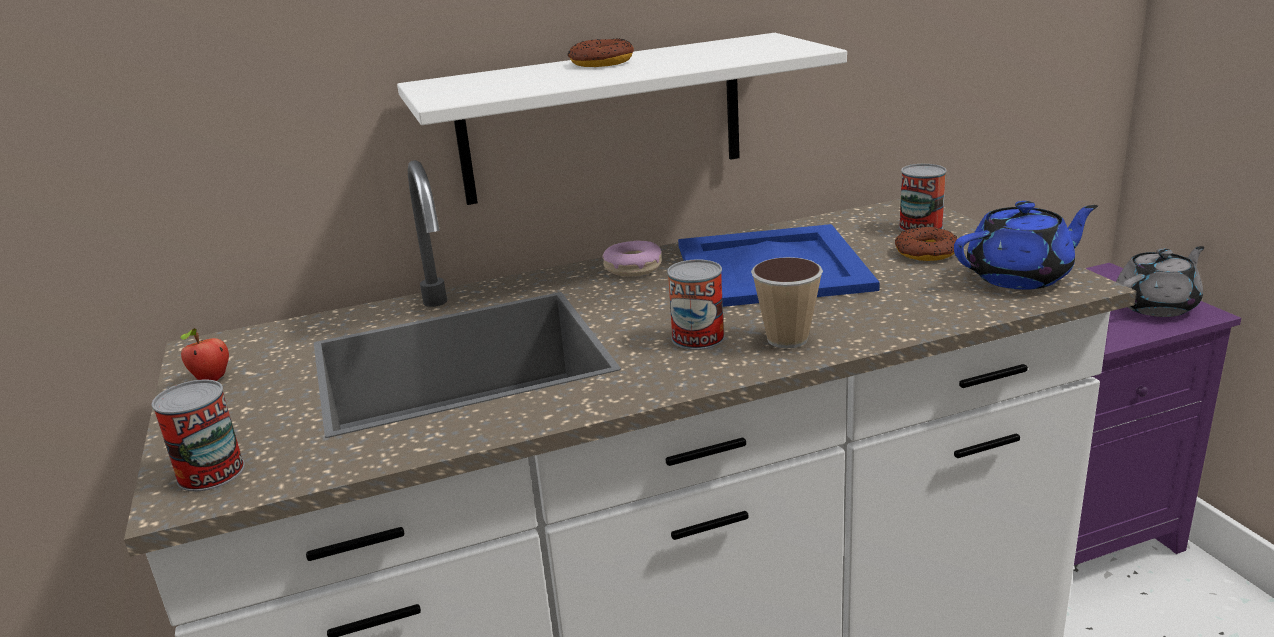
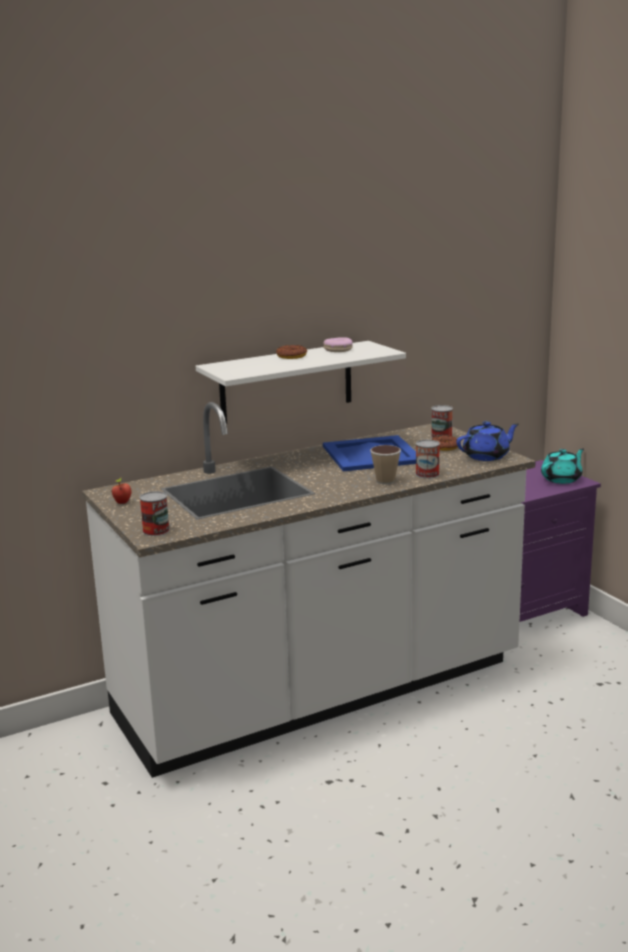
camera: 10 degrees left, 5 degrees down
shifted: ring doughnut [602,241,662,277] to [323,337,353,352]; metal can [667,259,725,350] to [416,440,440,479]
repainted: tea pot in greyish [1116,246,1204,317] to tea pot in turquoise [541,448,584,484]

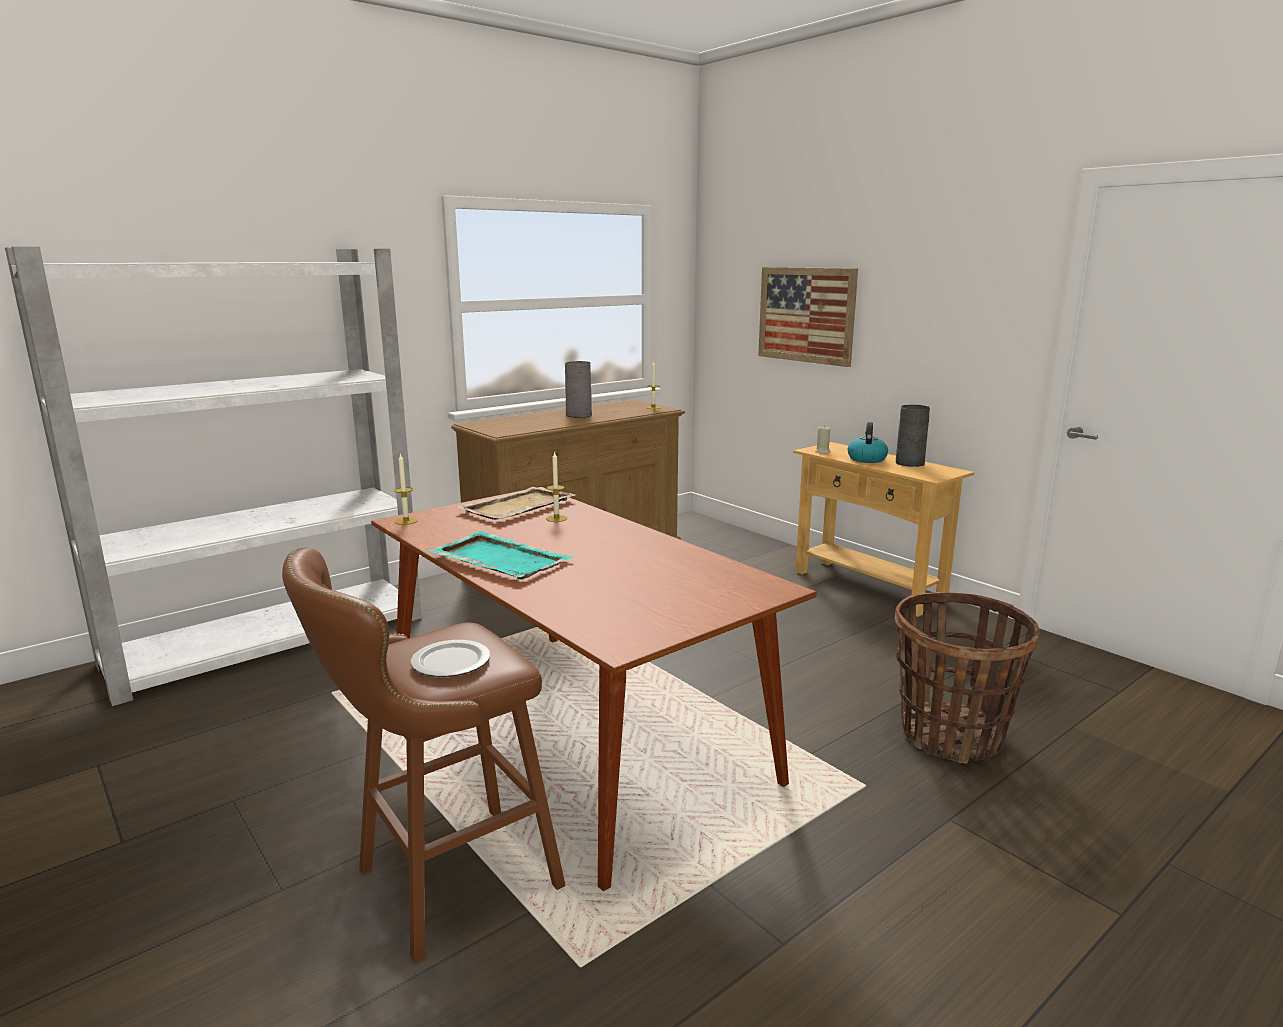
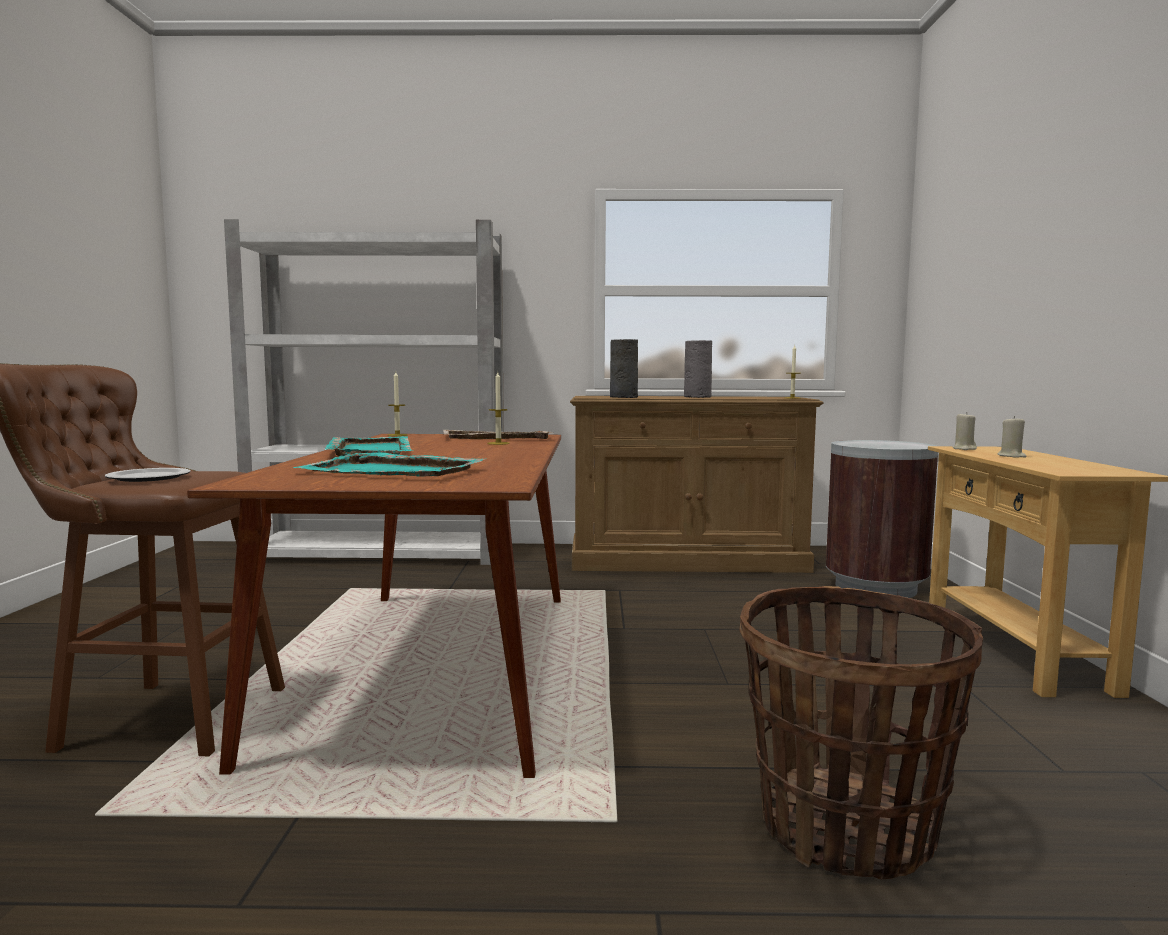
camera: 40 degrees right, 10 degrees down
gone: wall picture [758,267,858,367]
new: carrying tray in turquoise [293,453,485,476]; rubbish bin in brown-coloured [826,440,938,598]
shifted: flower vase in greyish [896,405,930,467] to [610,339,638,398]
swapped: kettle [848,422,888,463] to wax candle in beige [998,416,1027,458]

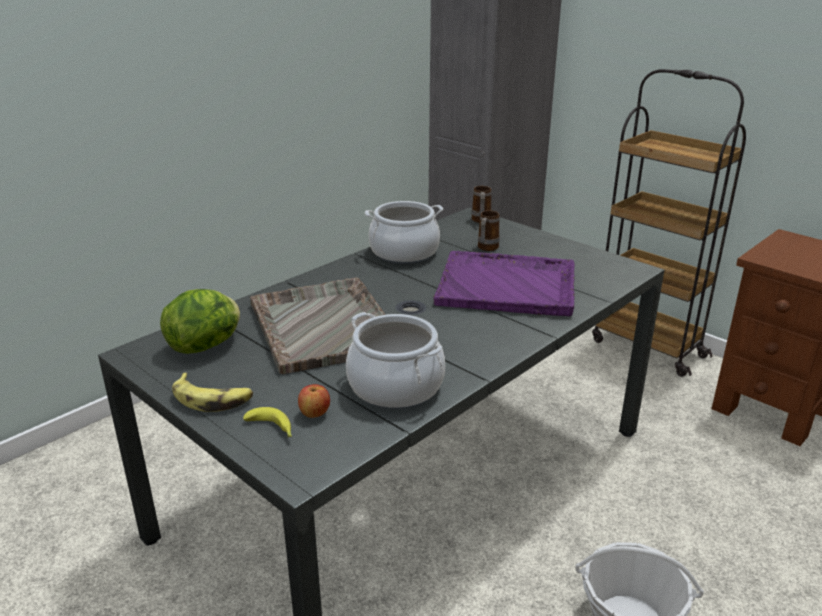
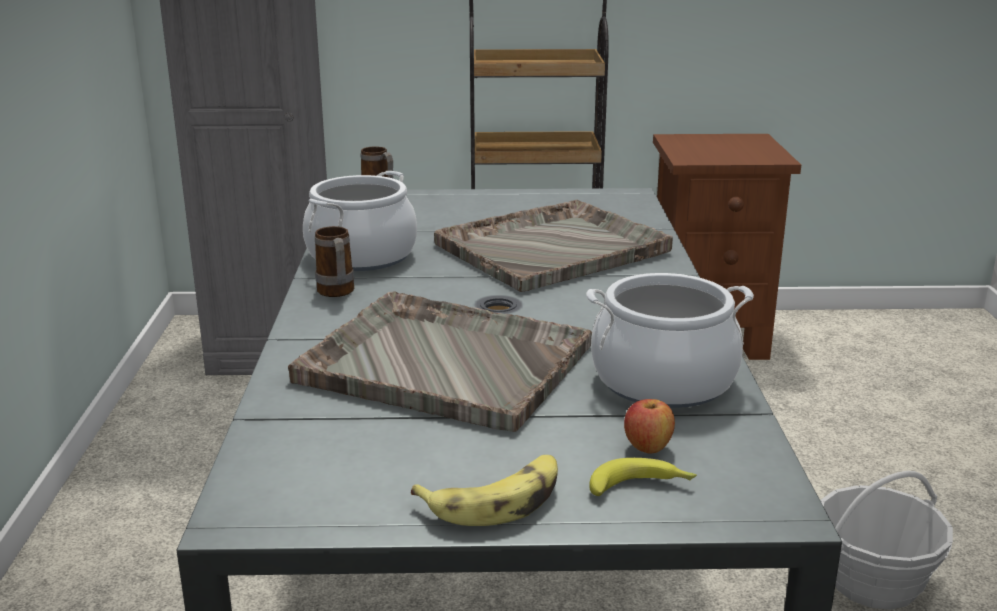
camera: 45 degrees left, 5 degrees down
gone: lettuce [160,289,240,354]
shifted: mug [478,211,500,251] to [315,226,354,297]
repainted: carrying tray in purplish [433,251,575,316] to carrying tray in greyish [434,200,673,292]

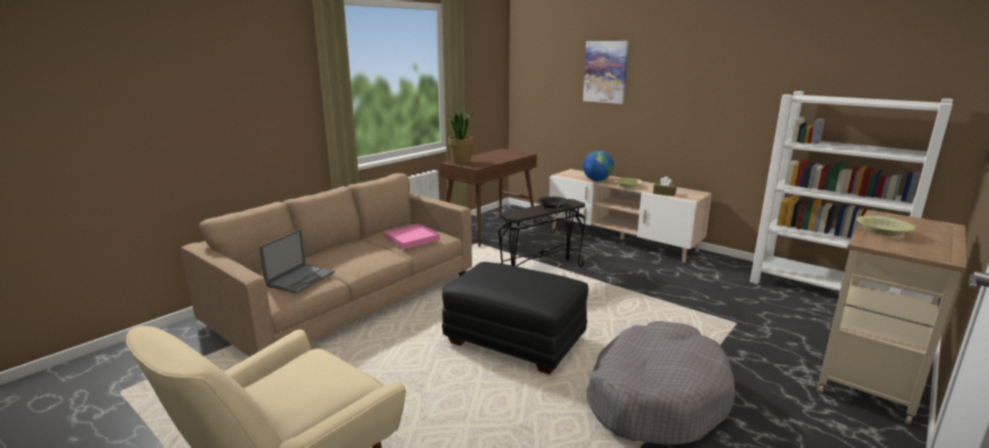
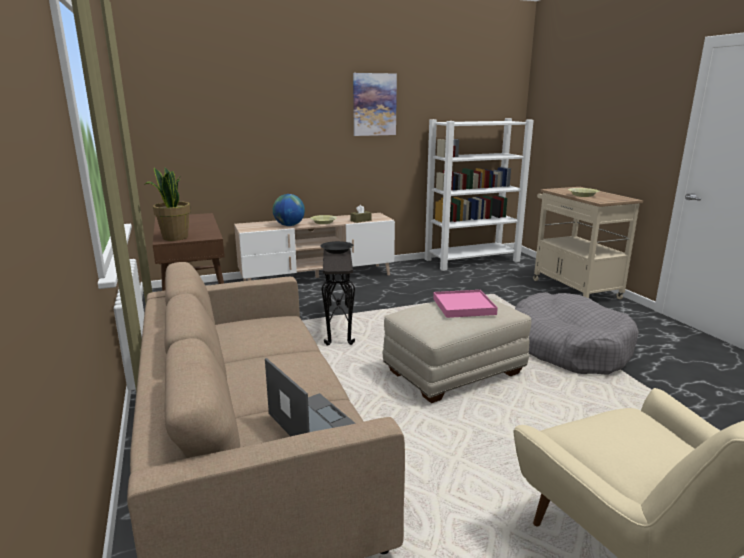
camera: 60 degrees left, 0 degrees up
shifted: wall picture [583,41,629,104] to [353,73,397,136]; carrying tray in pink [384,224,440,249] to [433,290,498,318]
repainted: pouffe in blackish [442,262,588,375] to pouffe in beige [383,297,531,403]

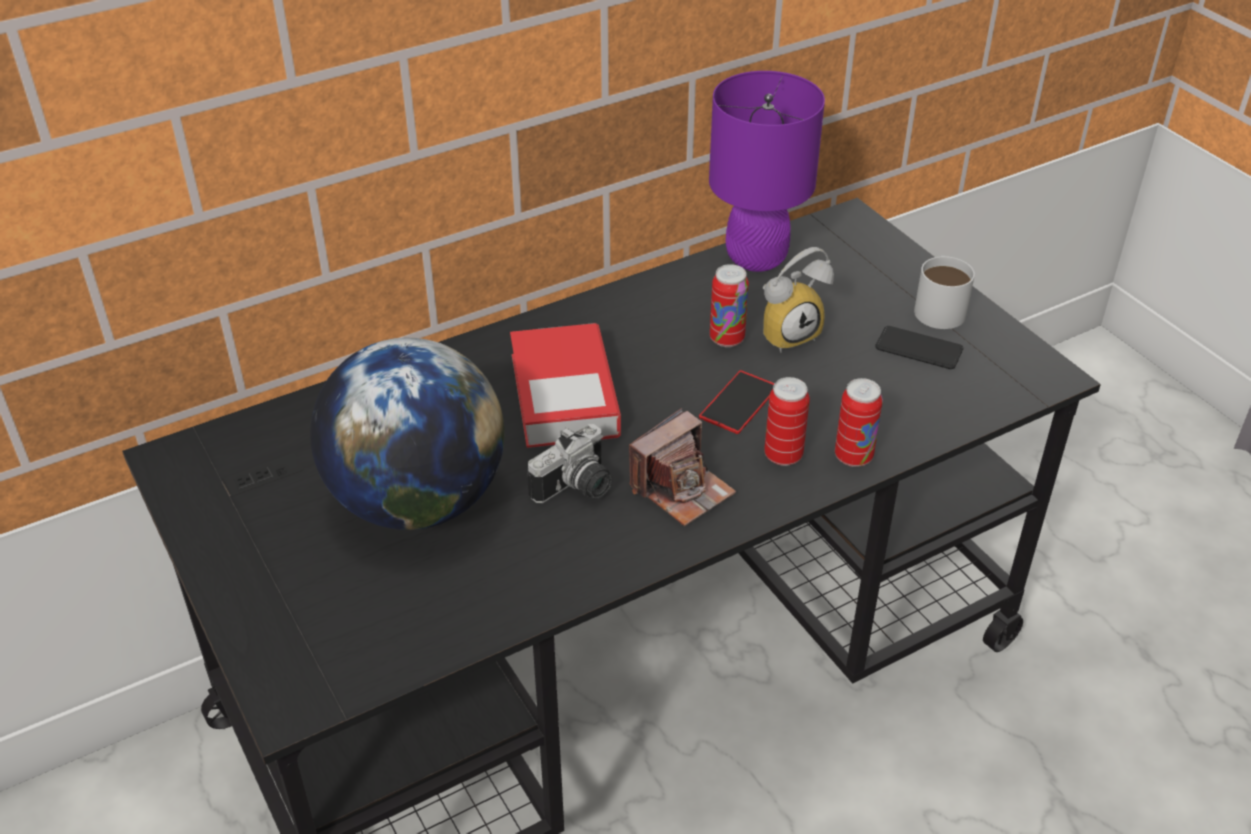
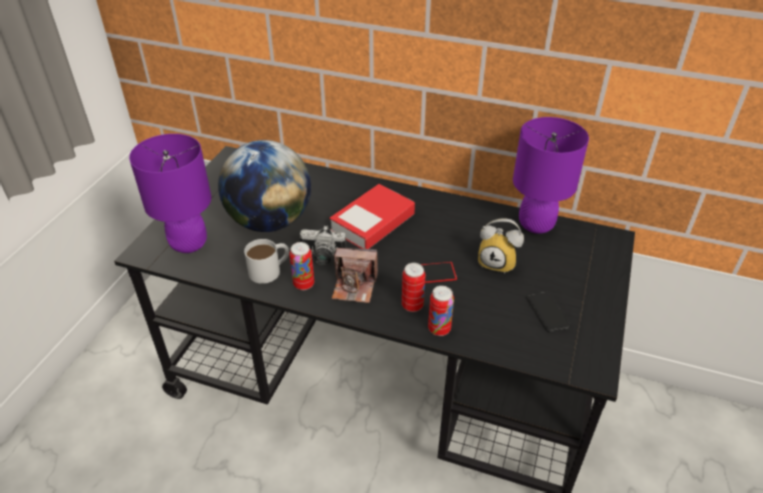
camera: 50 degrees right, 0 degrees up
new: table lamp in purplish [129,134,211,253]
shifted: mug in whitish [914,255,975,329] to [244,239,289,284]; metal can [710,264,749,347] to [289,242,314,290]

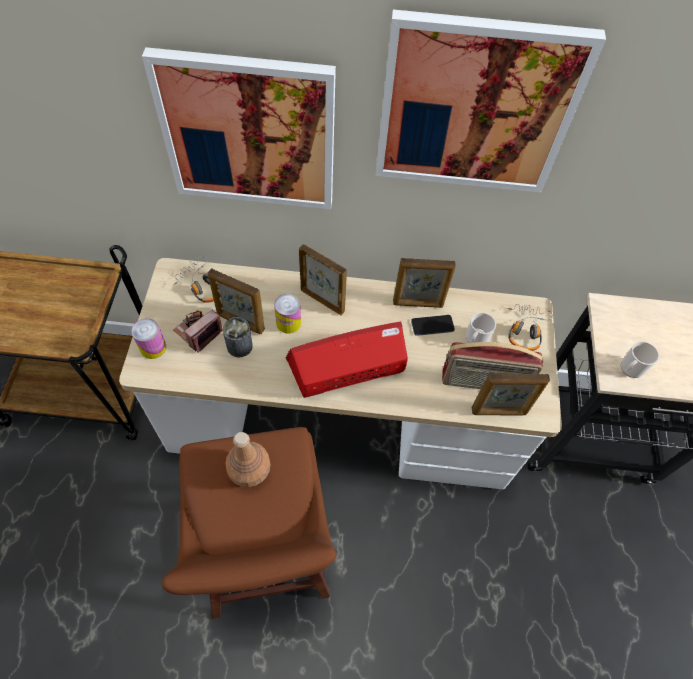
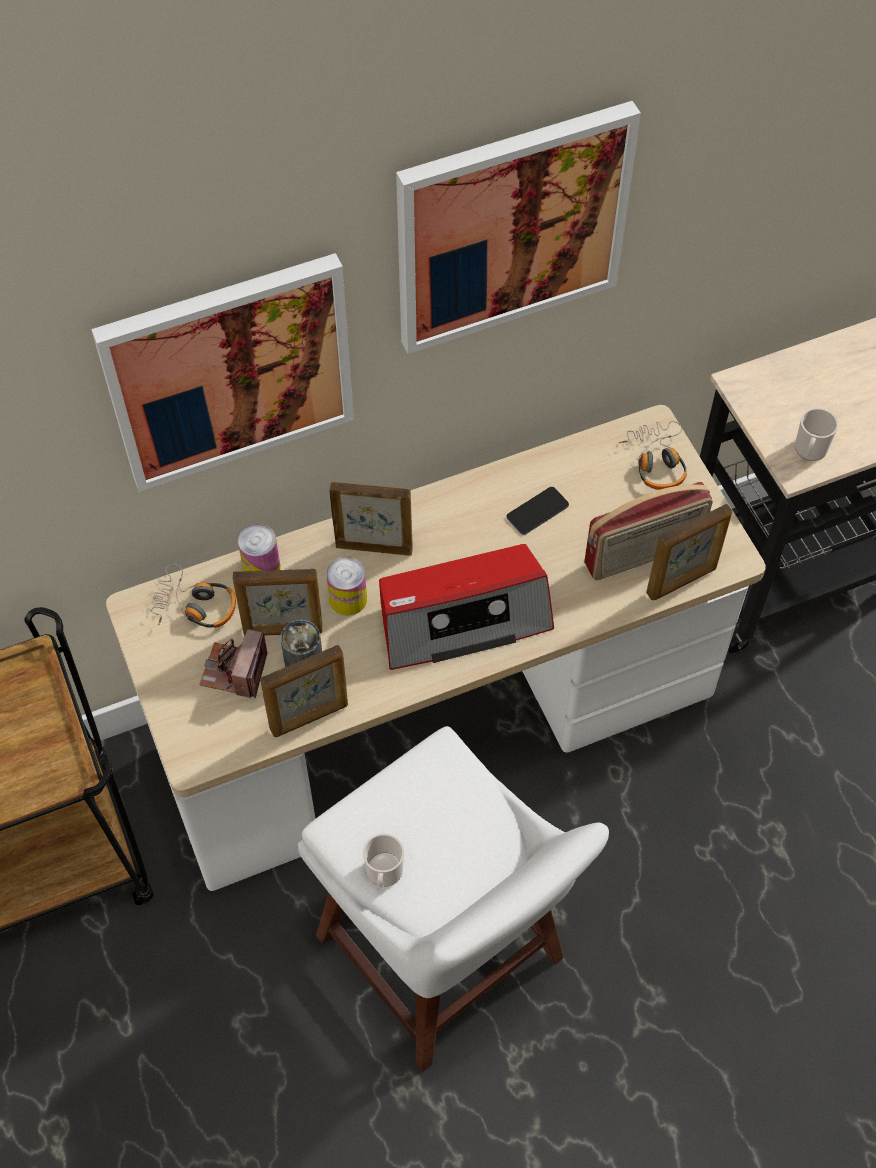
camera: 25 degrees left, 0 degrees up
gone: beverage bottle in brown-coloured [225,432,271,487]
shifted: metal can [131,318,166,359] to [238,524,281,571]; picture frame [393,258,456,308] to [260,645,348,737]; mug [466,312,496,343] to [363,834,404,888]
repainted: stool in brown-coloured [161,427,337,619] to stool in whitish [298,726,609,1072]
rotated: radio set [286,321,408,398] = [379,544,554,670] 150 degrees counterclockwise

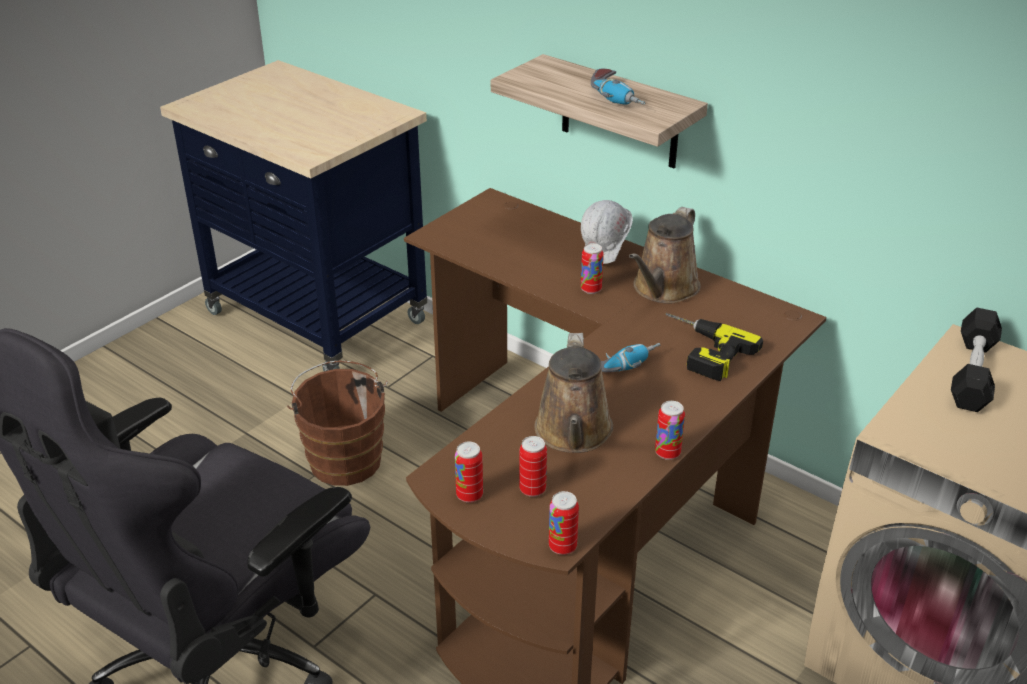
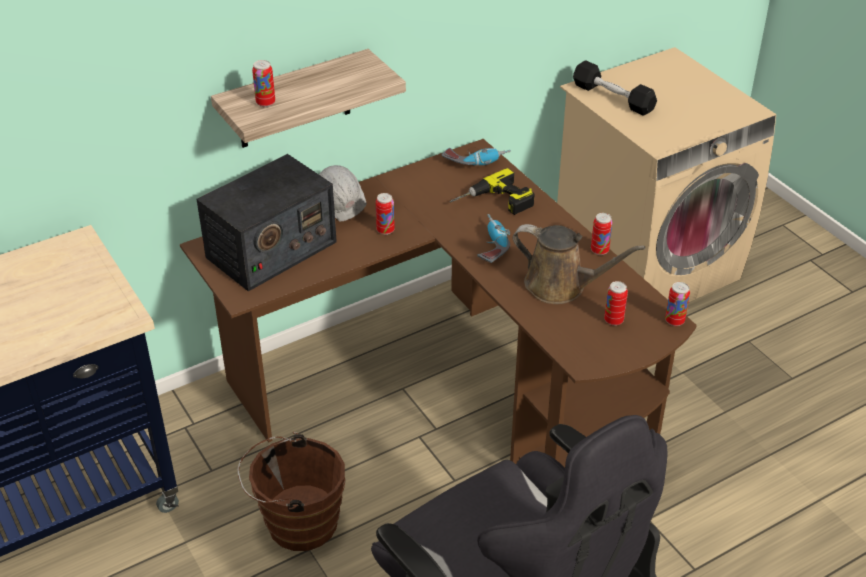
camera: 70 degrees left, 5 degrees up
gone: watering pot in brown-coloured [629,207,701,303]
new: radio set [197,154,337,291]
shifted: metal can [455,442,483,503] to [252,60,275,107]; power drill [591,69,645,105] to [442,148,511,166]

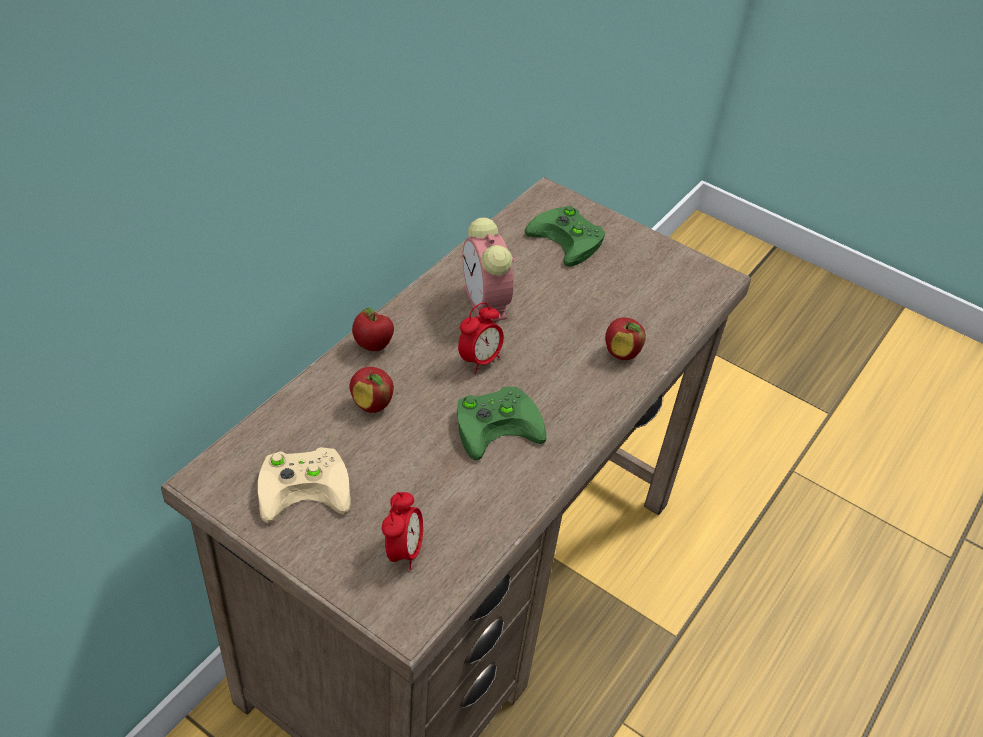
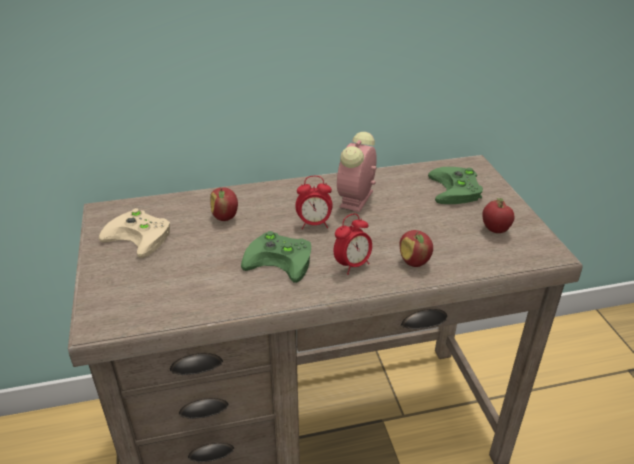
camera: 45 degrees right, 10 degrees down
shifted: bedside clock [382,492,423,570] to [334,214,372,275]; whole apple [352,307,394,351] to [482,198,514,233]

